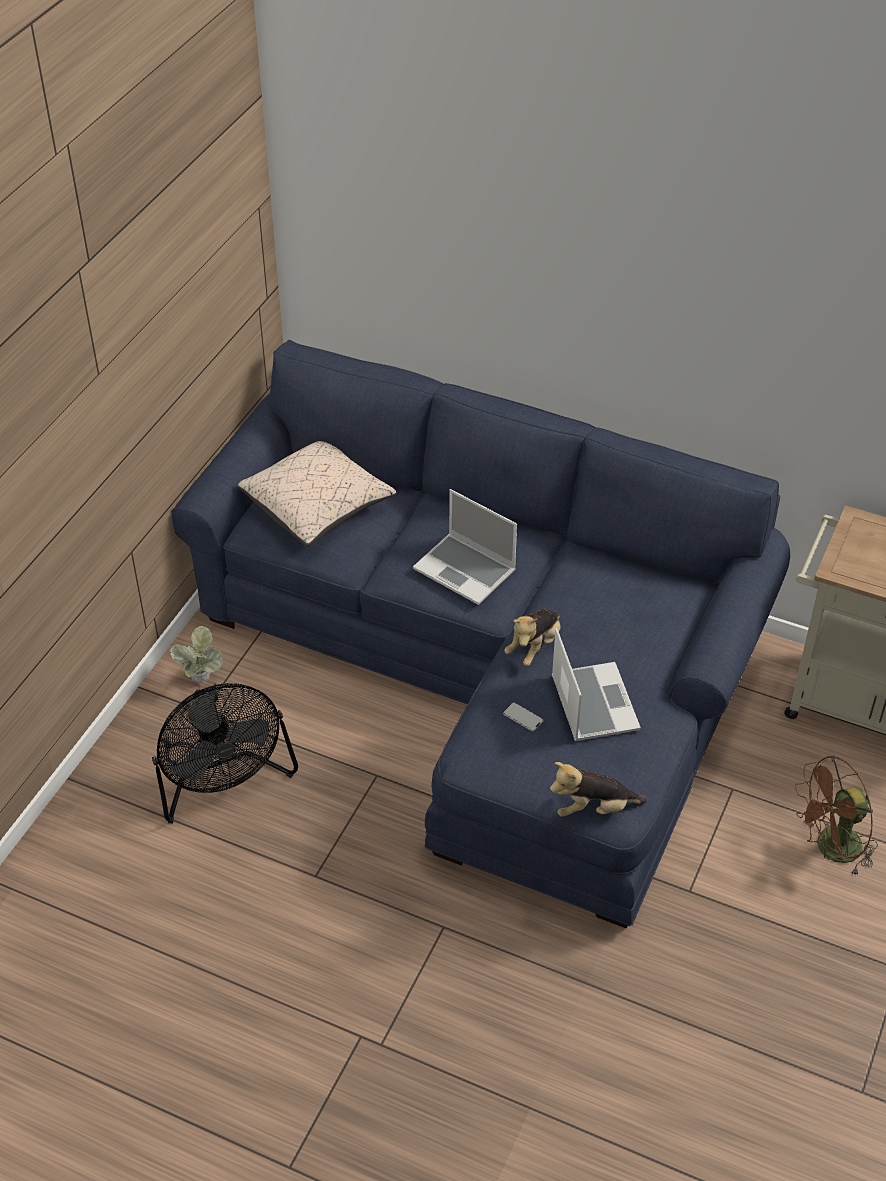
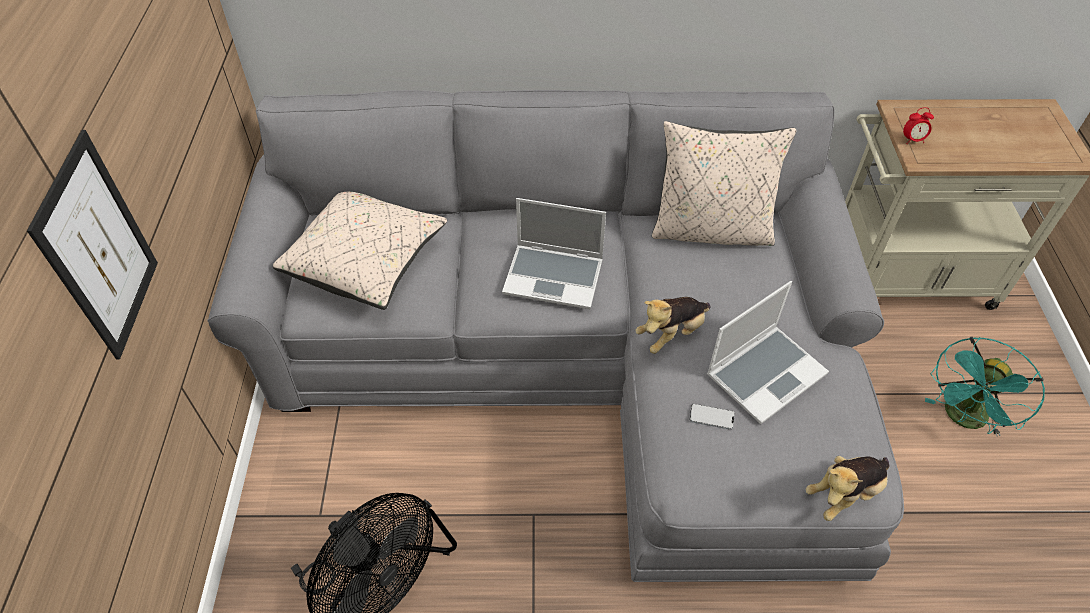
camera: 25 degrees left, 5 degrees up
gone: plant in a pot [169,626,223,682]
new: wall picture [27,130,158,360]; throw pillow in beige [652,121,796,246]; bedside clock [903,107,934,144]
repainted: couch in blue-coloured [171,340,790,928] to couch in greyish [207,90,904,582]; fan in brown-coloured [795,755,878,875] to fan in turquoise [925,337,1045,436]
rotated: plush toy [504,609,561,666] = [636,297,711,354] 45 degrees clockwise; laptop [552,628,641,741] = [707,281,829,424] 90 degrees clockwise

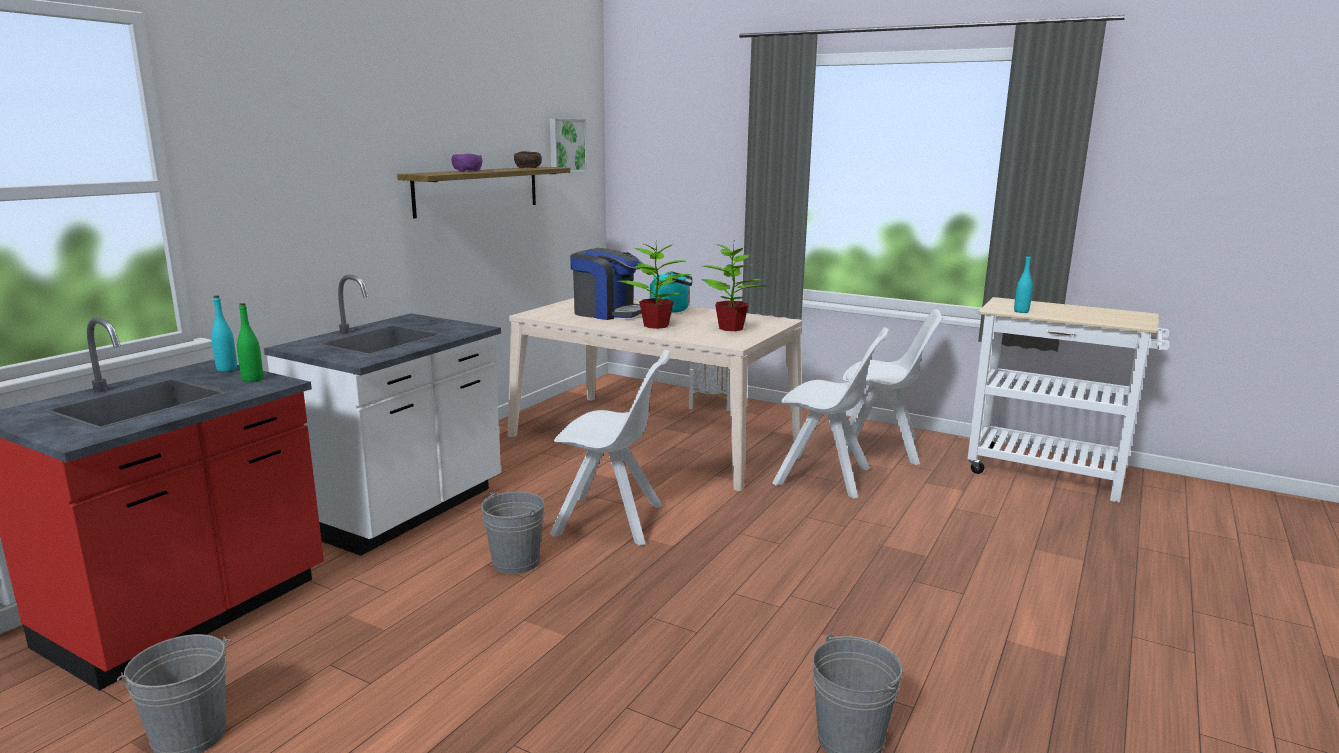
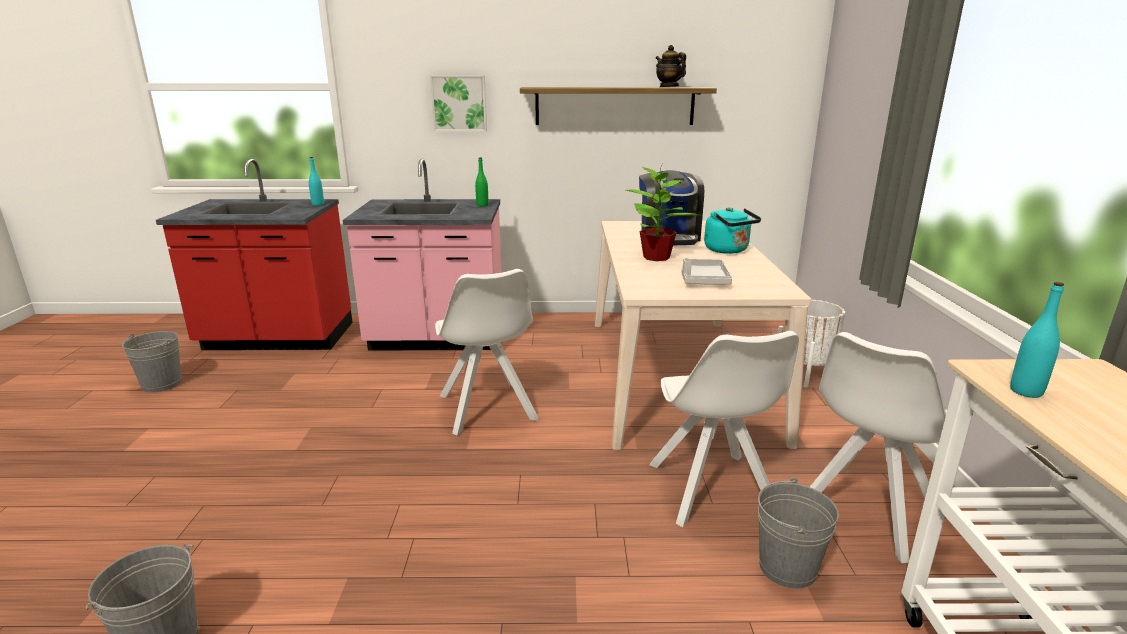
camera: 60 degrees right, 5 degrees up
gone: serving bowl in purplish [451,154,483,172]
shifted: wall picture [550,118,587,174] to [430,75,487,132]; beverage bottle in greenish [237,303,263,382] to [475,157,488,206]; pail in greyish [481,491,544,574] to [758,478,839,589]
swapped: serving bowl in brown-coloured [514,151,542,168] to tea pot [656,45,686,87]; plant in a pot [701,242,767,331] to carrying tray in greyish [682,258,732,284]
repainted: kitchen base unit in whitish [264,275,501,556] to kitchen base unit in pink [343,159,501,350]
rotated: chair in whitish [843,309,943,465] = [810,332,947,563] 60 degrees clockwise

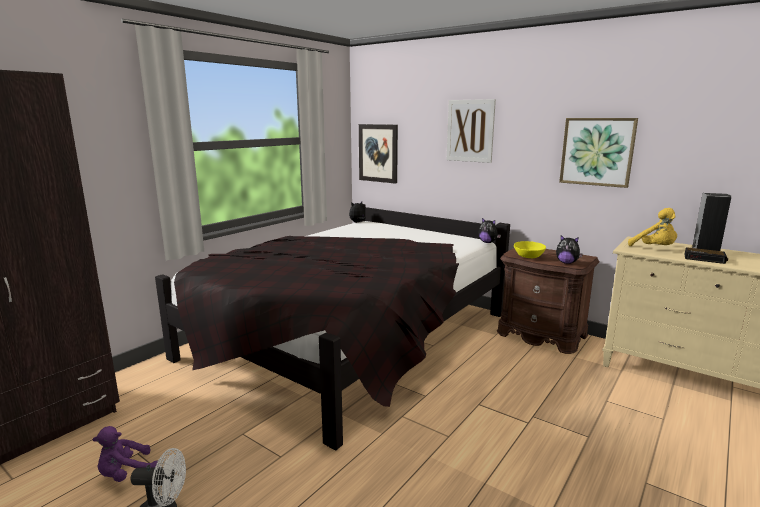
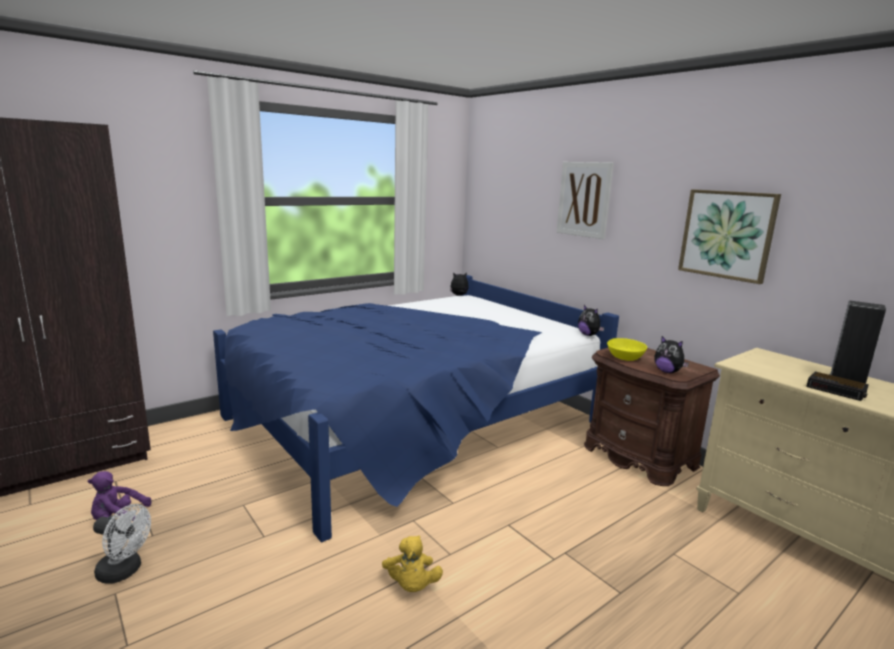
camera: 15 degrees right, 0 degrees up
gone: wall picture [359,124,398,184]
shifted: plush toy in yellow [628,208,677,246] to [382,535,443,592]
repainted: sleeping bed in blackish [155,204,510,451] to sleeping bed in blue-coloured [213,275,619,543]

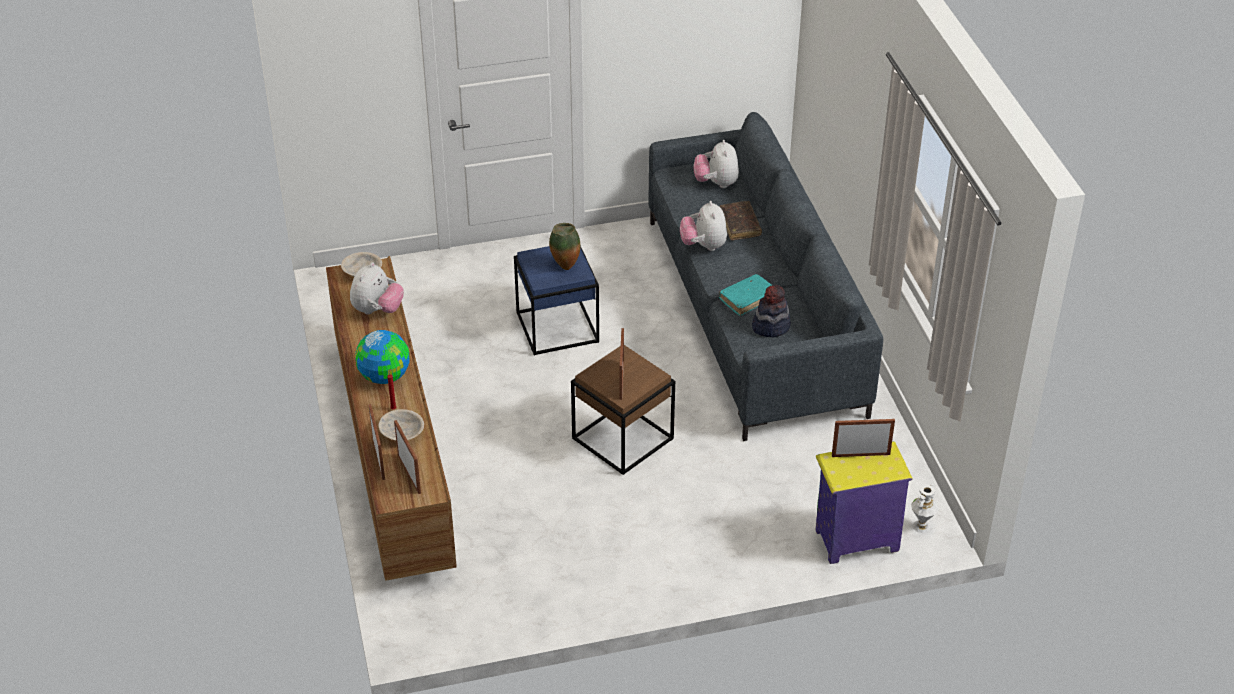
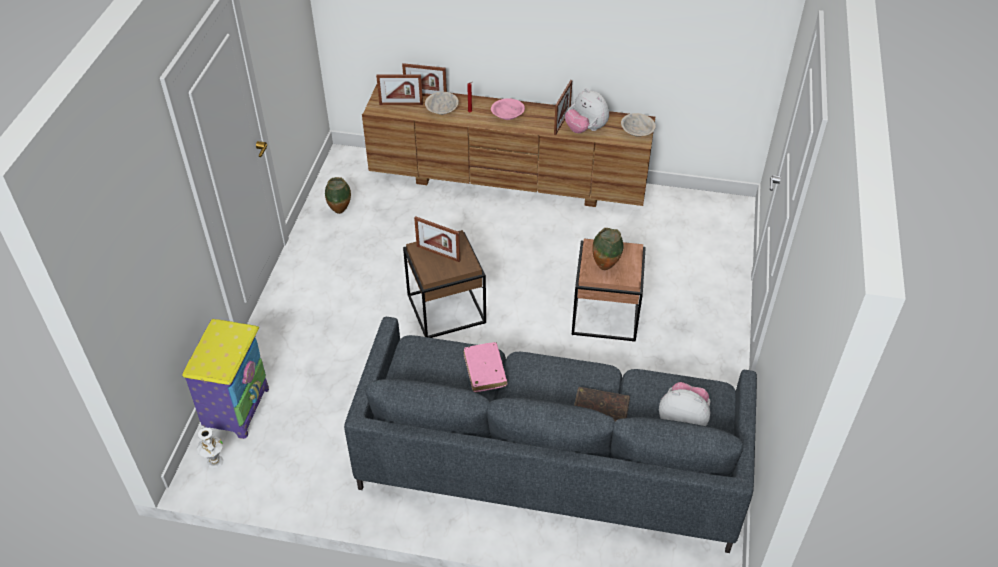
camera: 115 degrees right, 5 degrees up
gone: plush toy [680,201,727,251]; wearable hat [752,285,791,337]
new: flower vase [325,177,351,214]
shifted: picture frame [832,419,895,457] to [554,80,572,135]
swapped: desk globe [355,330,410,384] to serving bowl in pink [491,98,525,120]
repainted: bound book in turquoise [719,274,772,316] to bound book in pink [464,342,508,392]; side table in blue-coloured [514,246,599,355] to side table in brown-coloured [572,239,646,342]

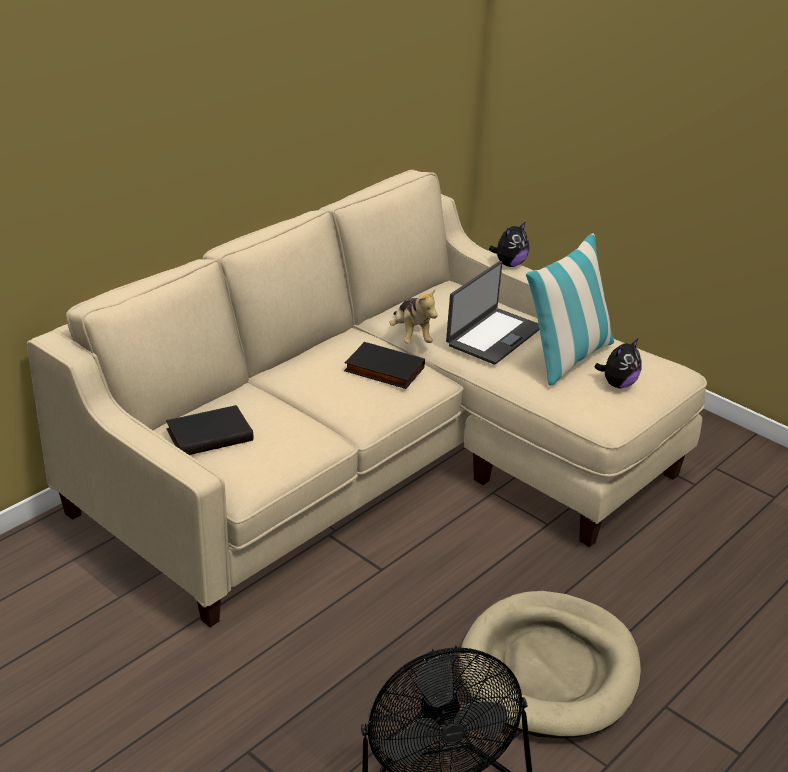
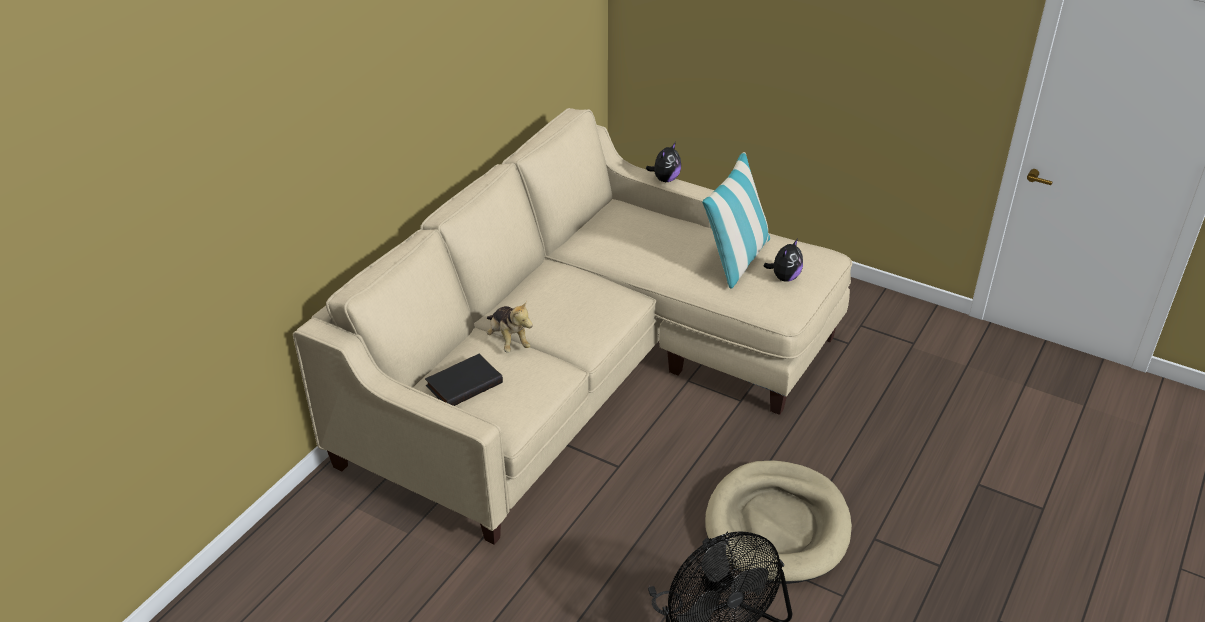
camera: 10 degrees left, 5 degrees up
gone: bound book in blackish [344,342,425,389]; laptop [446,261,539,365]
shifted: plush toy [389,289,438,344] to [487,300,533,353]

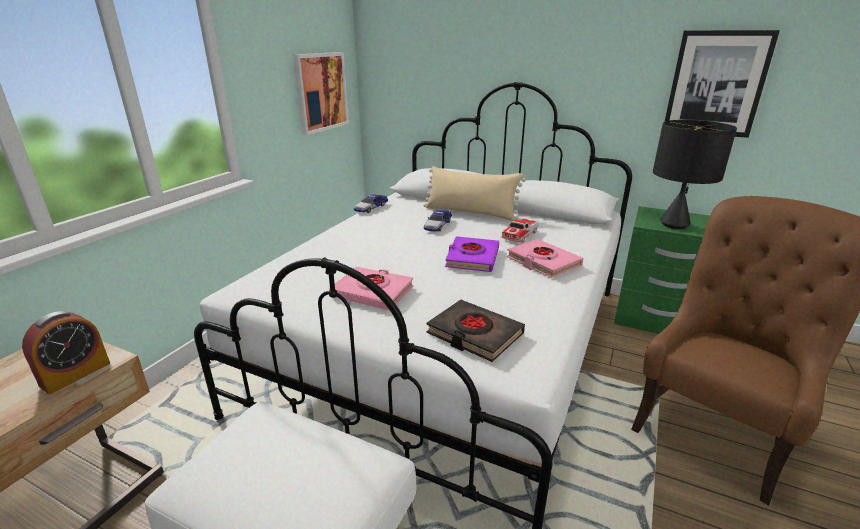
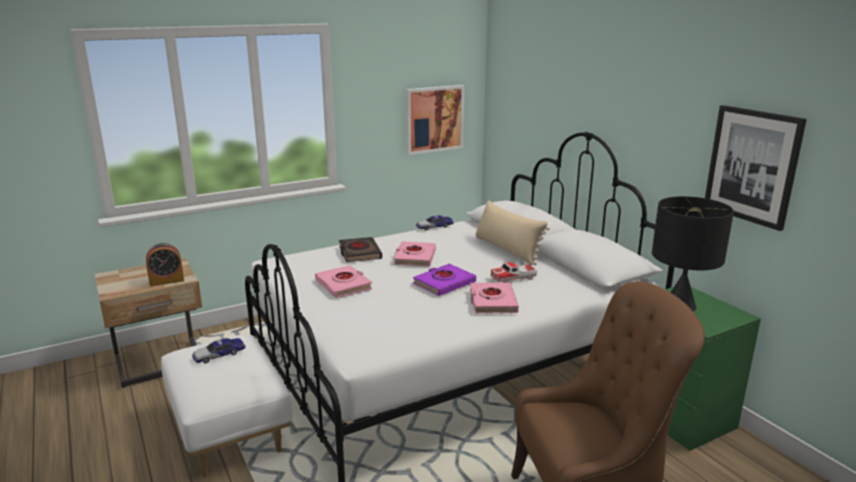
camera: 35 degrees right, 5 degrees down
new: bound book in pink [394,241,436,267]
shifted: model car [423,210,452,231] to [192,338,245,364]; bound book in blackish [427,300,525,362] to [339,237,382,262]

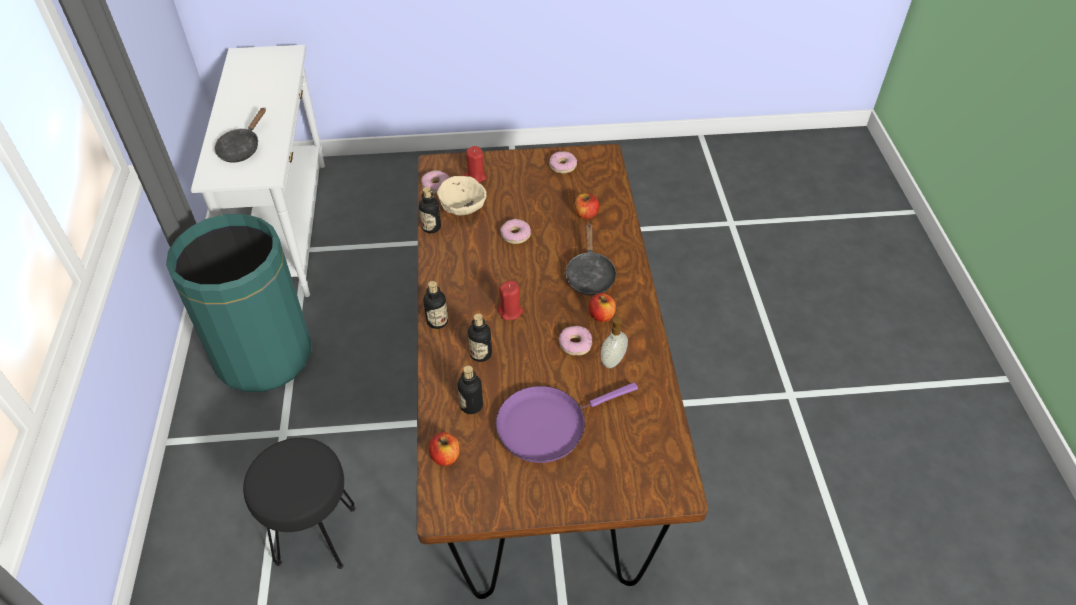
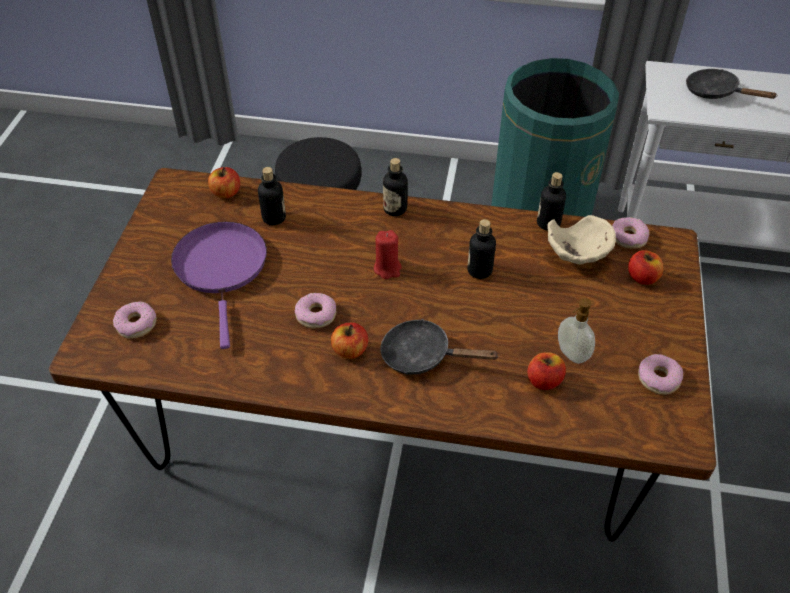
camera: 105 degrees right, 0 degrees up
shifted: ring doughnut [500,219,531,244] to [113,301,157,339]; beverage bottle [468,313,492,362] to [467,219,496,279]; soap bottle [601,317,628,368] to [558,298,595,364]
swapped: wax candle in red-coloured [465,146,486,183] to whole apple [628,250,664,285]

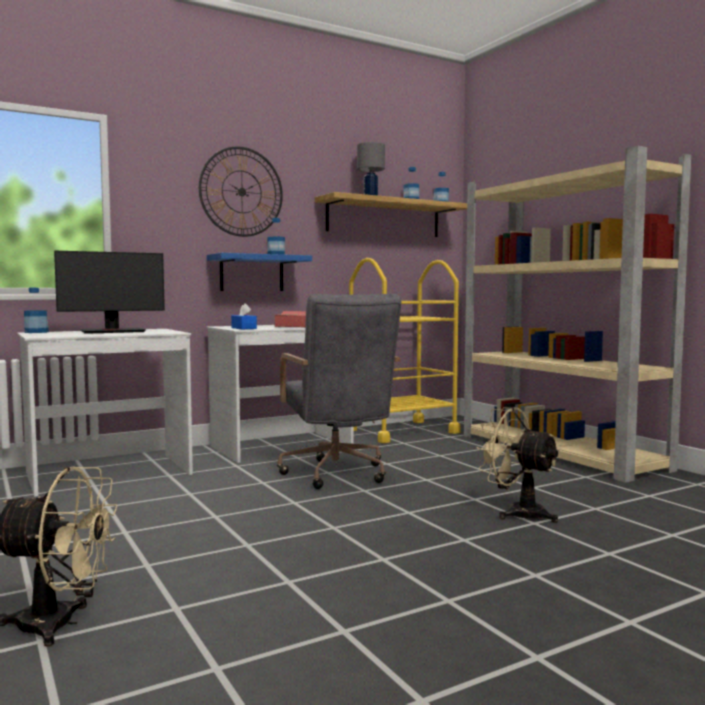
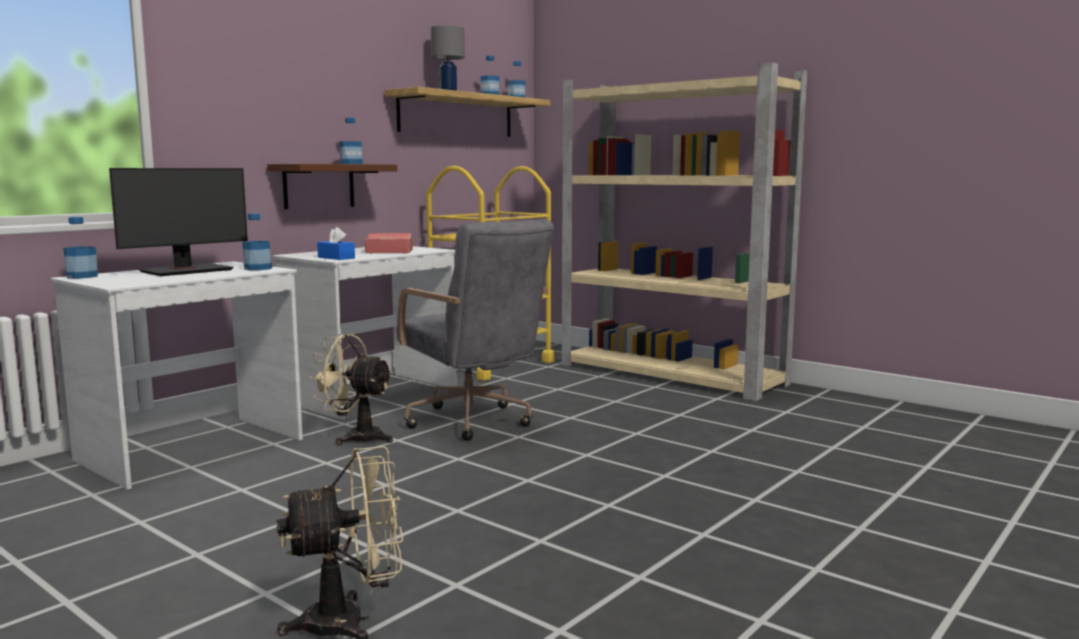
camera: 20 degrees left, 5 degrees up
gone: wall clock [199,146,283,237]
new: beverage bottle [243,213,272,270]
shifted: fan in beige [477,407,560,523] to [309,334,393,445]
repainted: bracket shelf in blue-coloured [207,253,312,291] to bracket shelf in brown-coloured [267,164,397,209]

